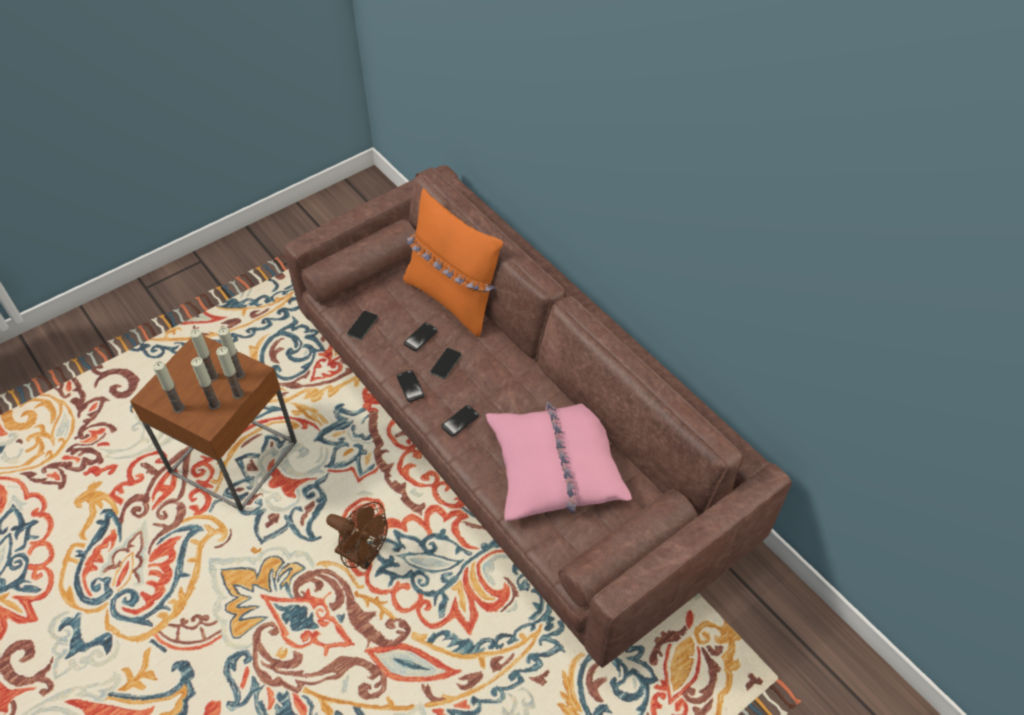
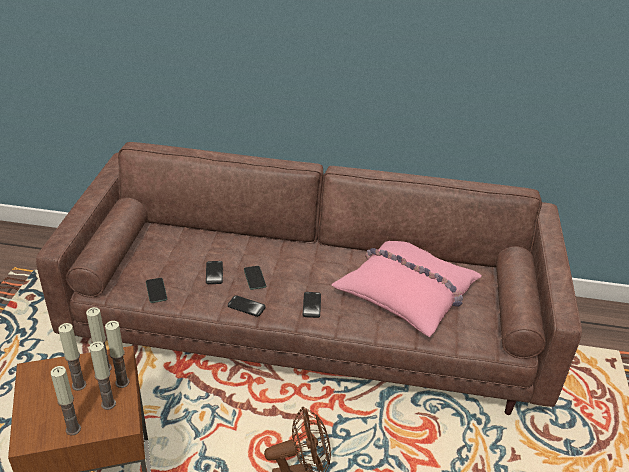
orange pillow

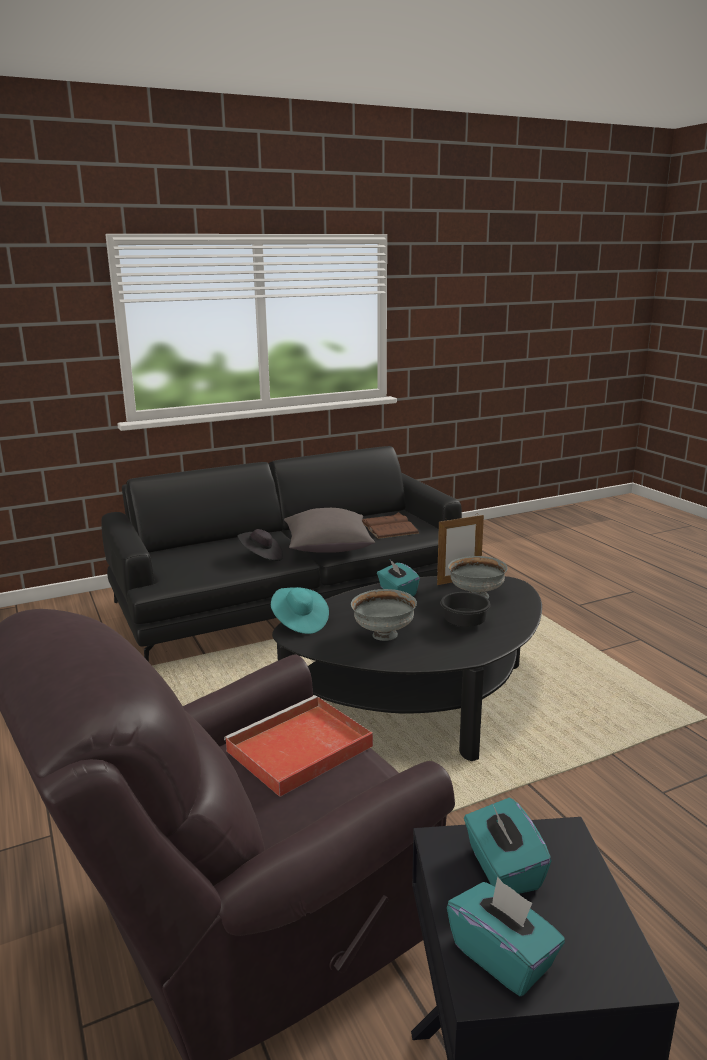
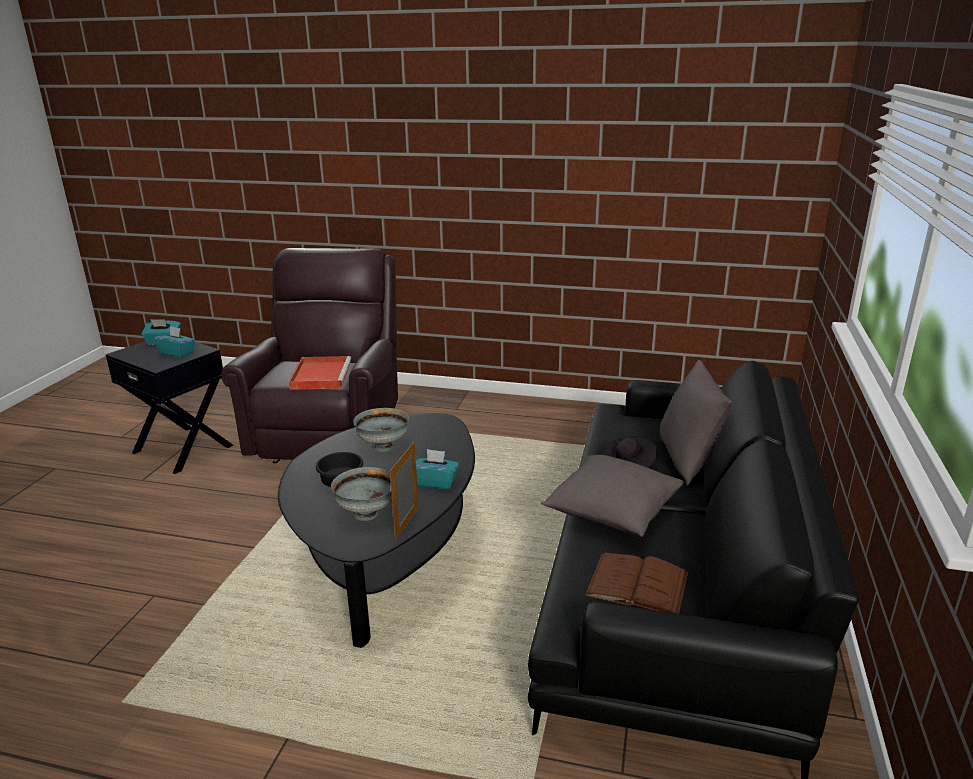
turquoise hat; grey pillow (no. 2 from left)

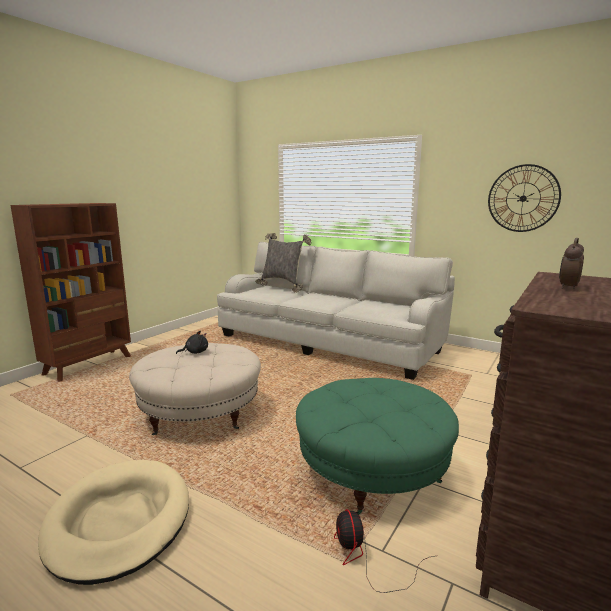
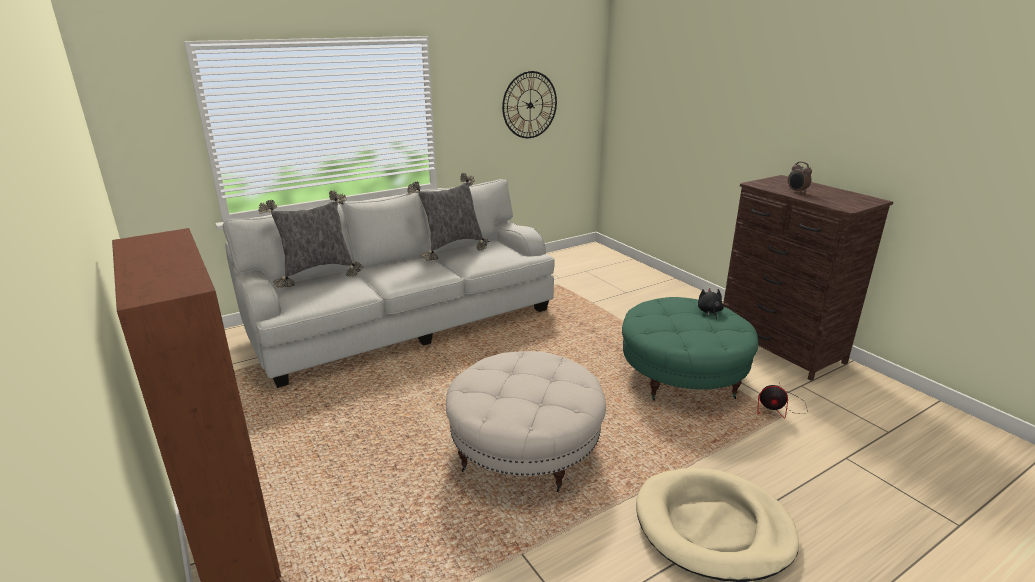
black plush toy; pillow (no. 2 from left)

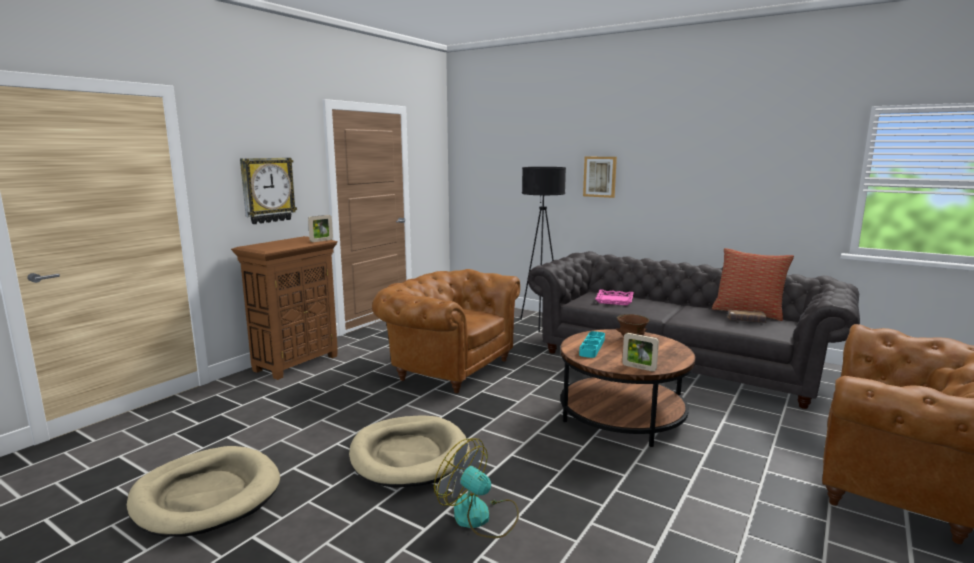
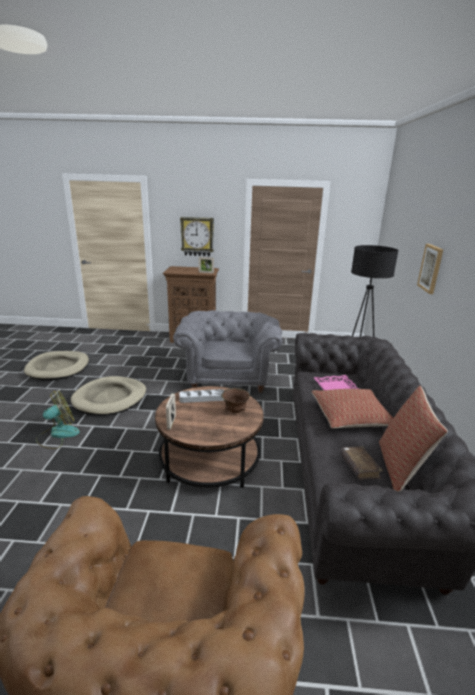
grey armchair; grey tray; fan; pillow (no. 1 from left)

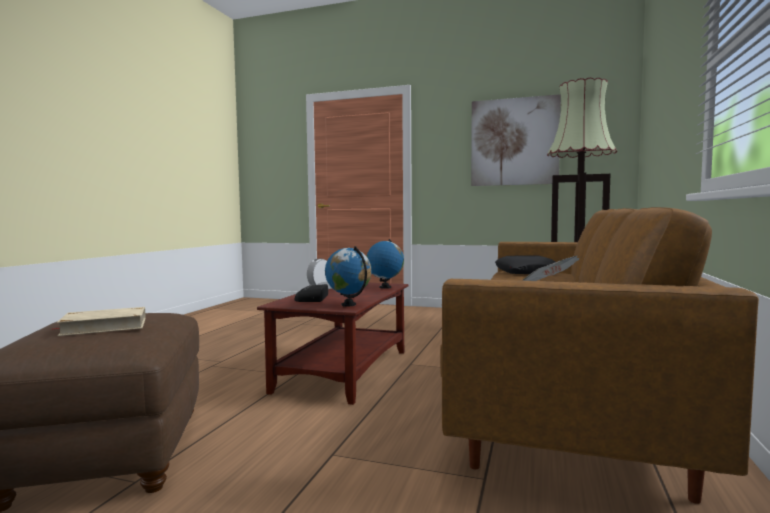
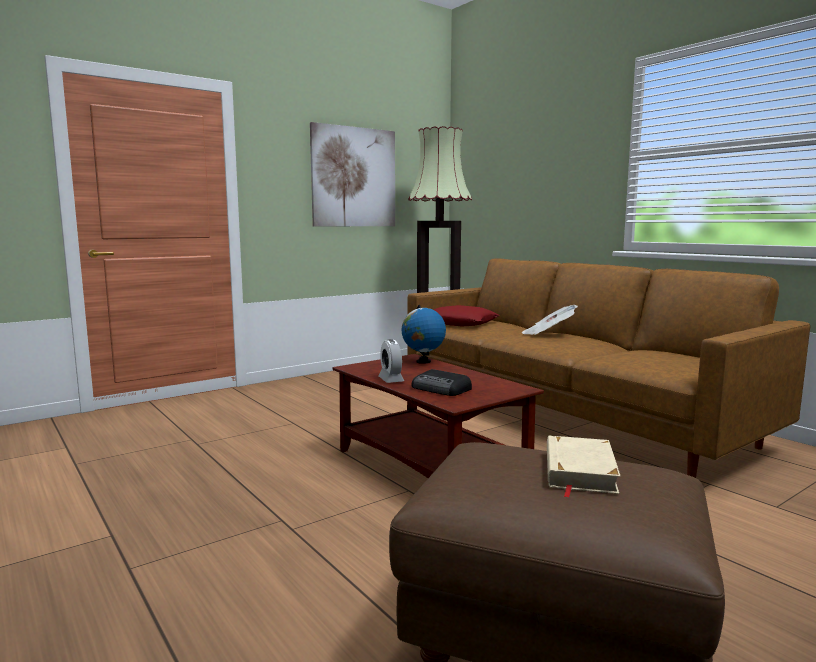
globe (no. 1 from left in the first image); red pillow

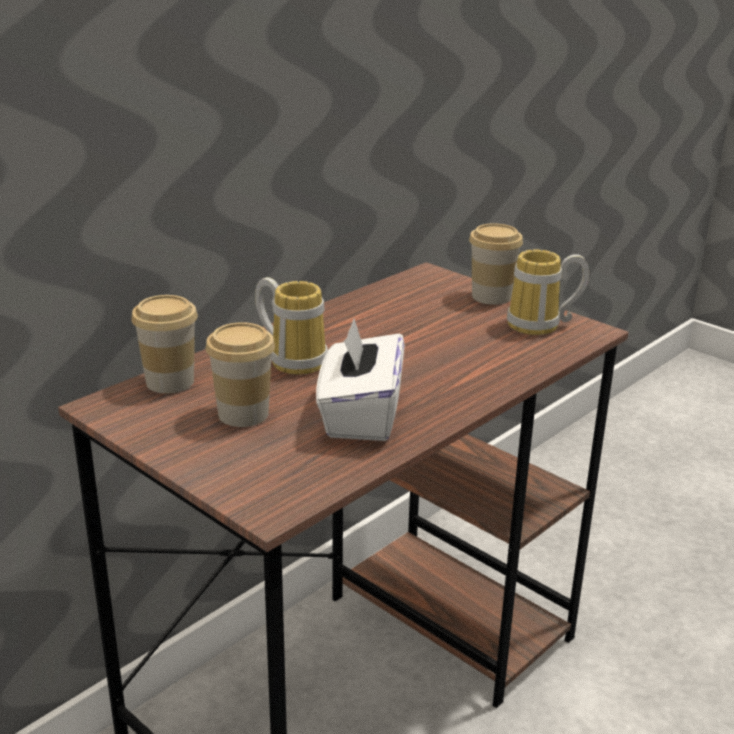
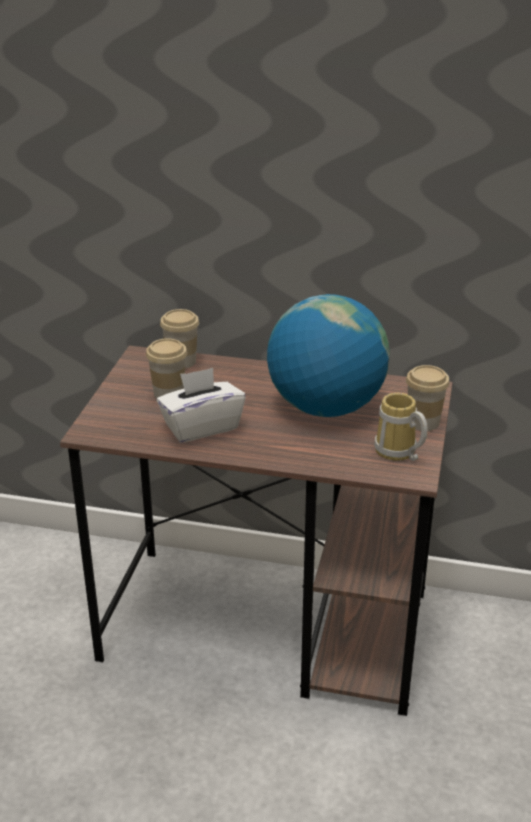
mug (no. 1 from left in the first image); globe

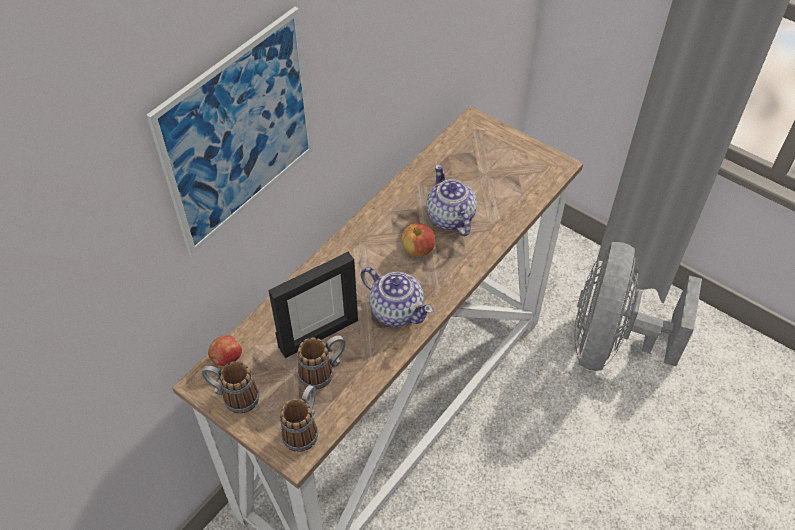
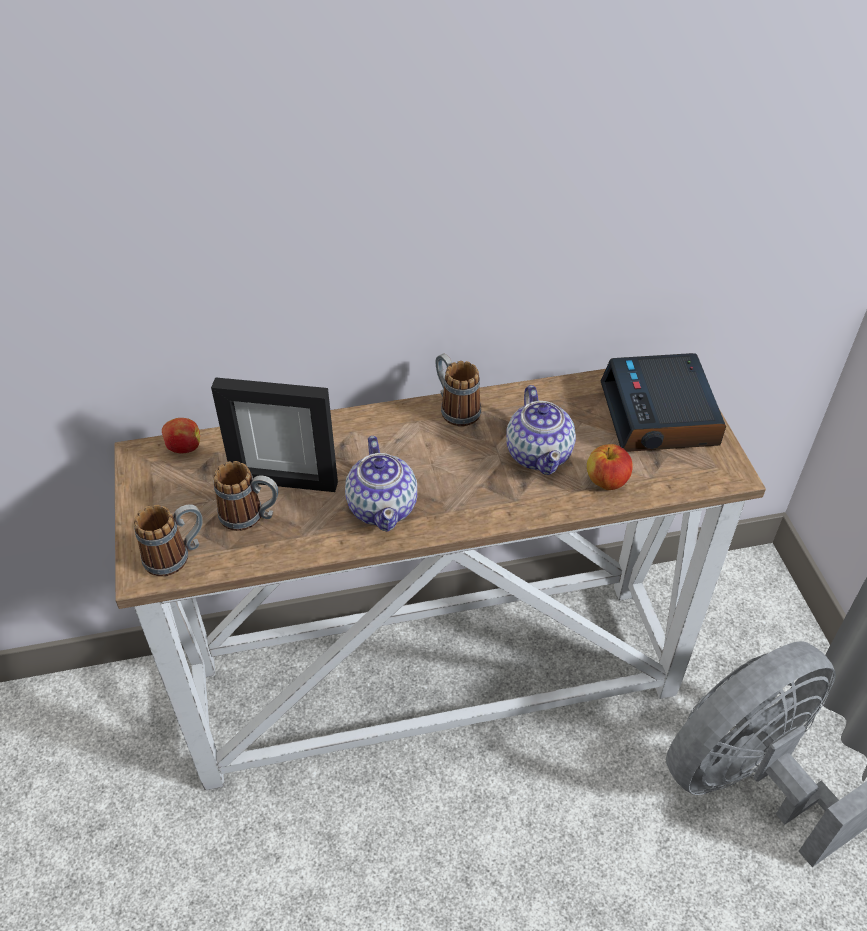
picture; teapot (no. 2 from left); apple (no. 2 from left); mug (no. 3 from left); alarm clock

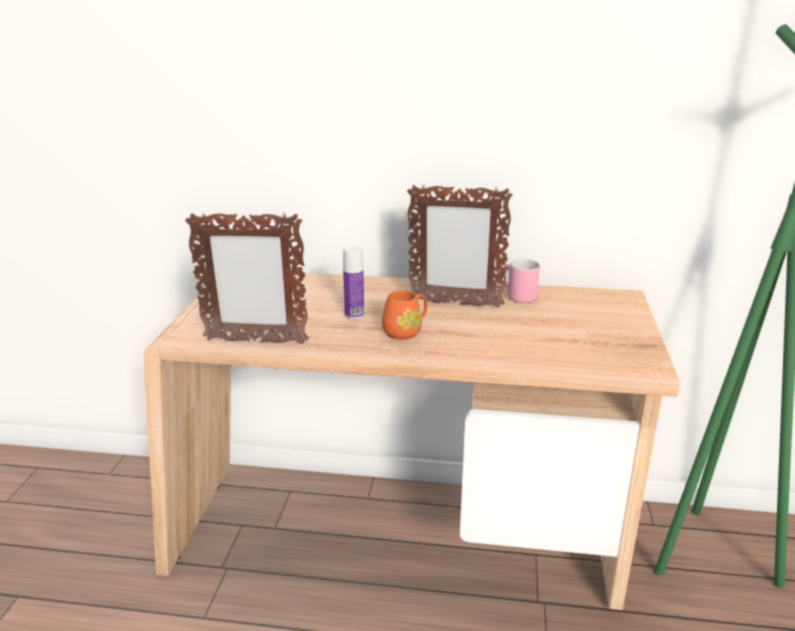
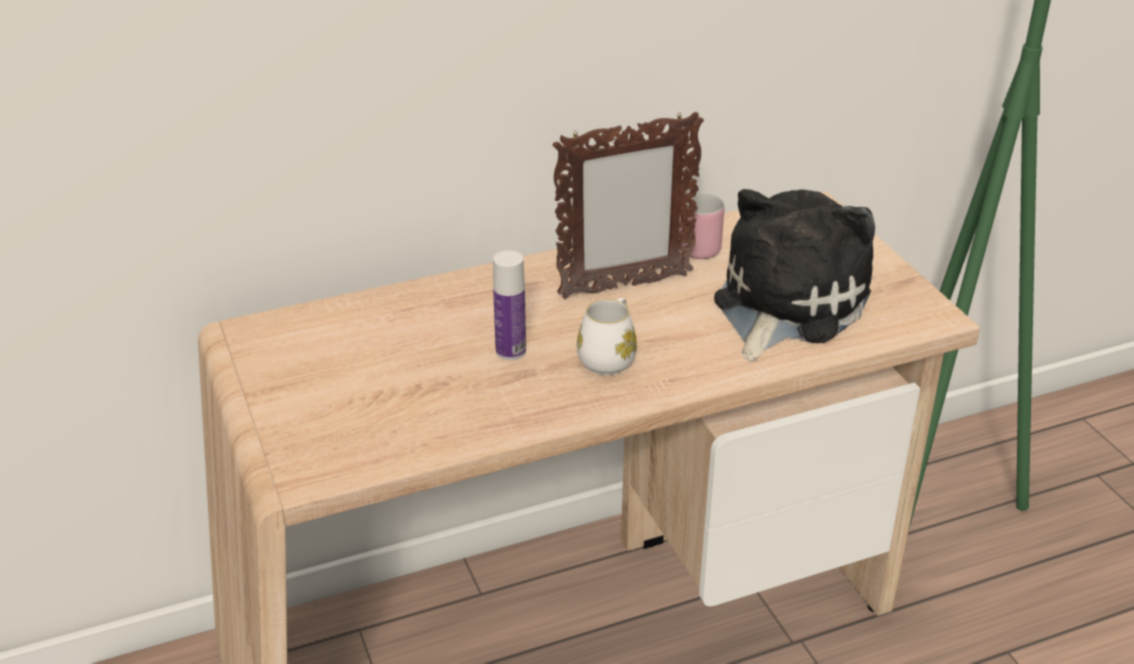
picture frame (no. 1 from left in the first image); white mug; plush toy

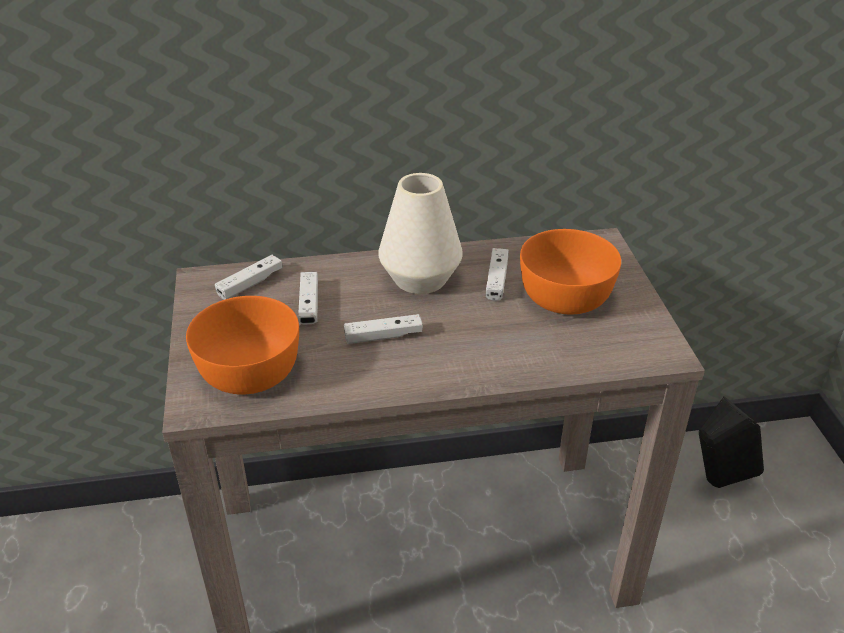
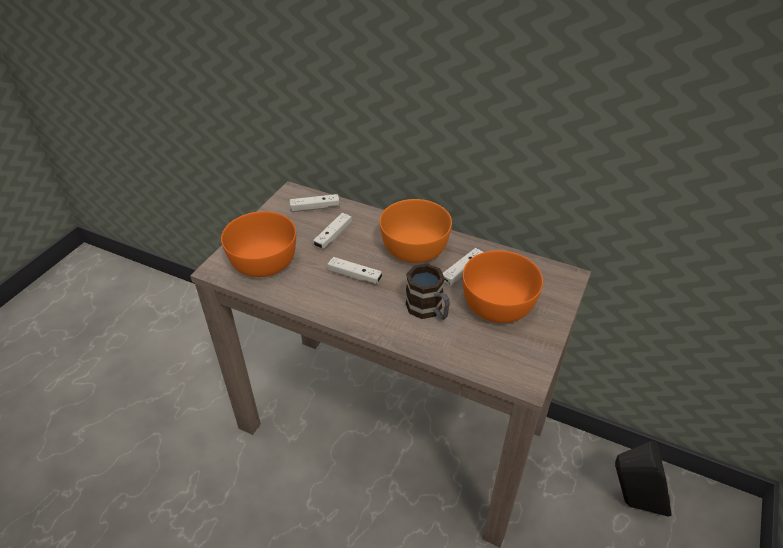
orange bowl (no. 2 from left); mug

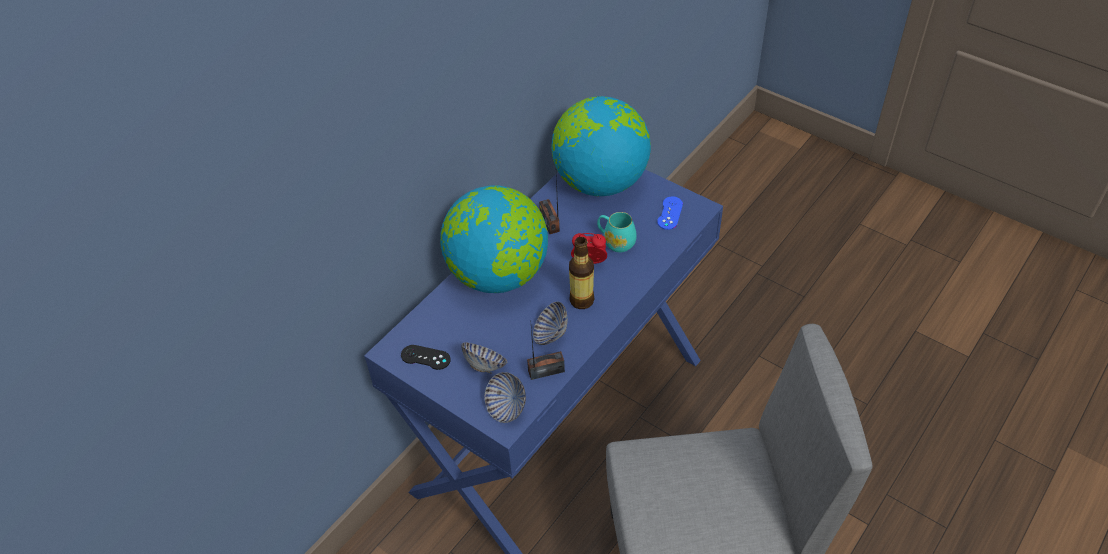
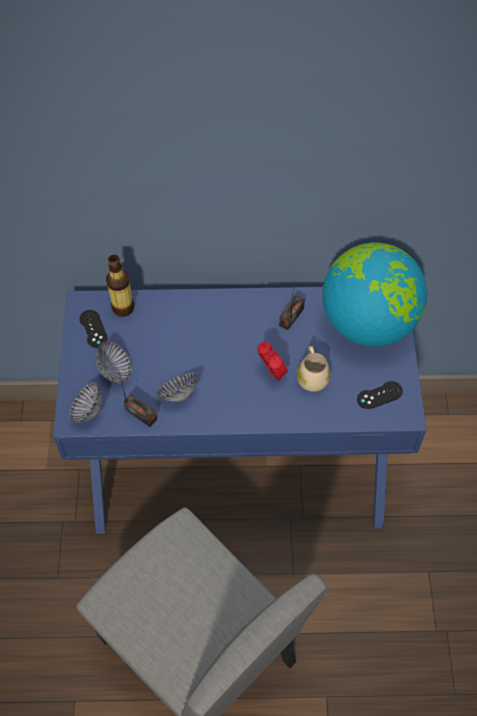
globe (no. 1 from left in the first image); black game controller (no. 2 from left); beige mug; bottle

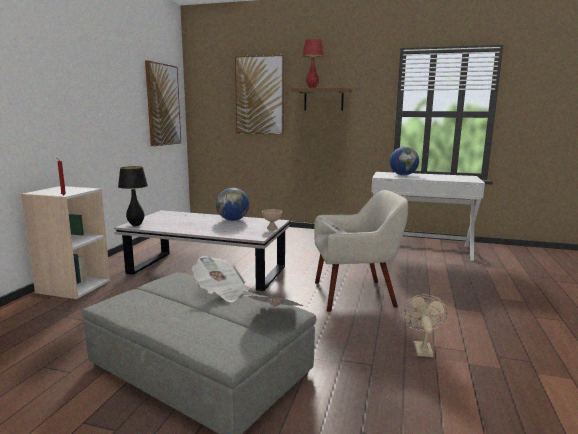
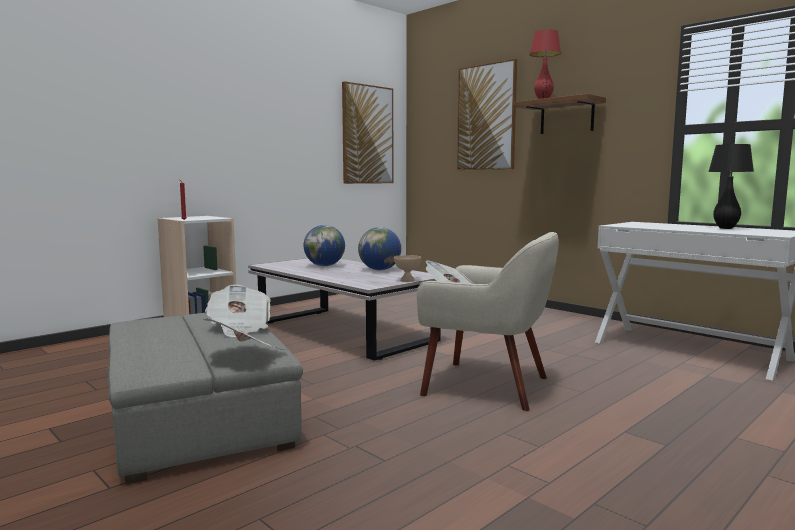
globe (no. 1 from left); black table lamp; beige fan

